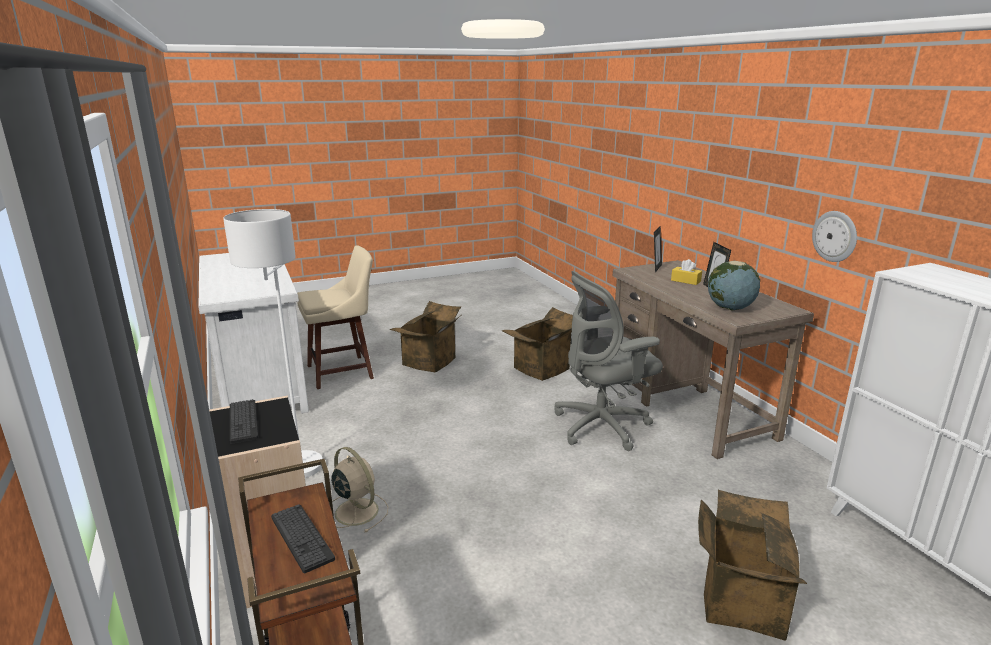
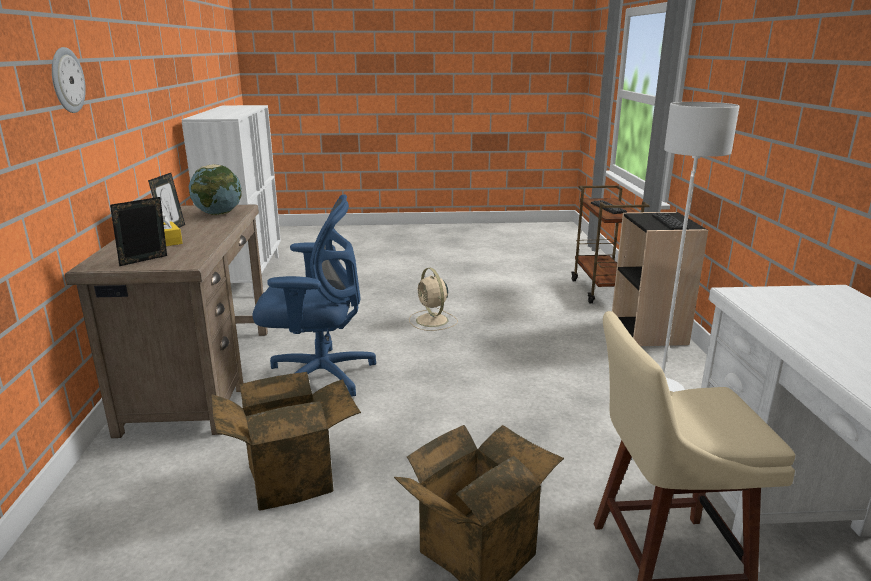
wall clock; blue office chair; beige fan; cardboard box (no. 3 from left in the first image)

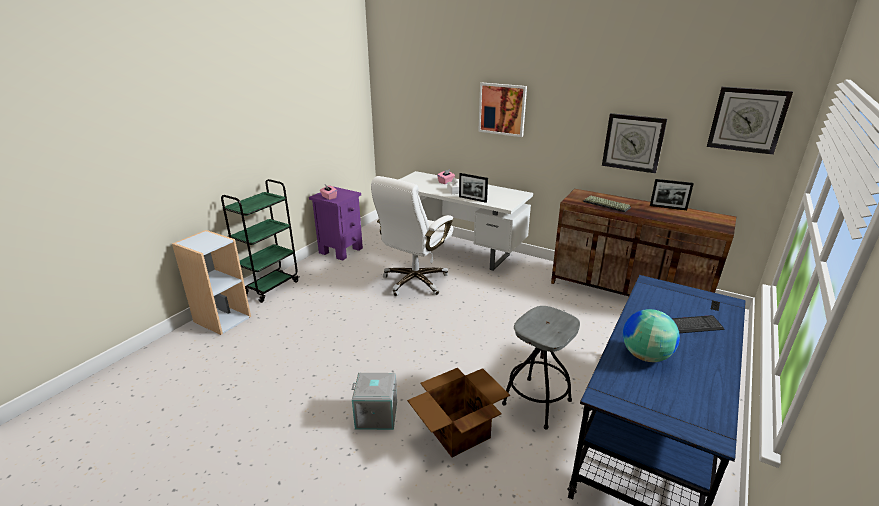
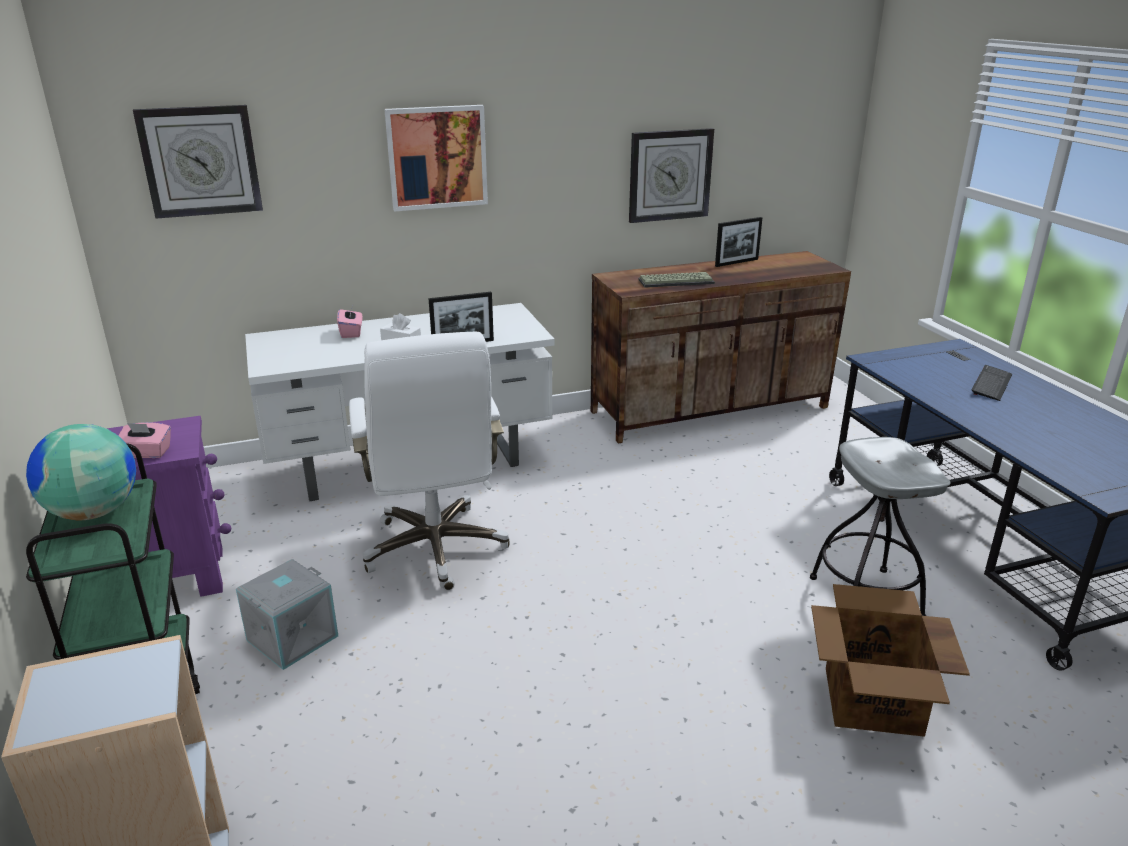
wall clock (no. 1 from left); globe; grey storage box

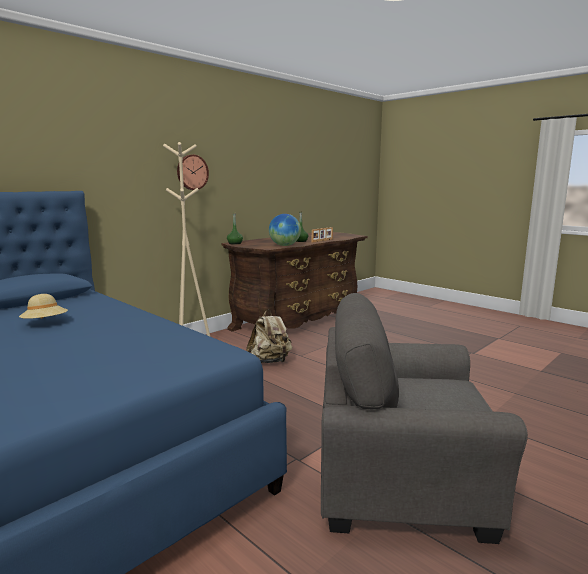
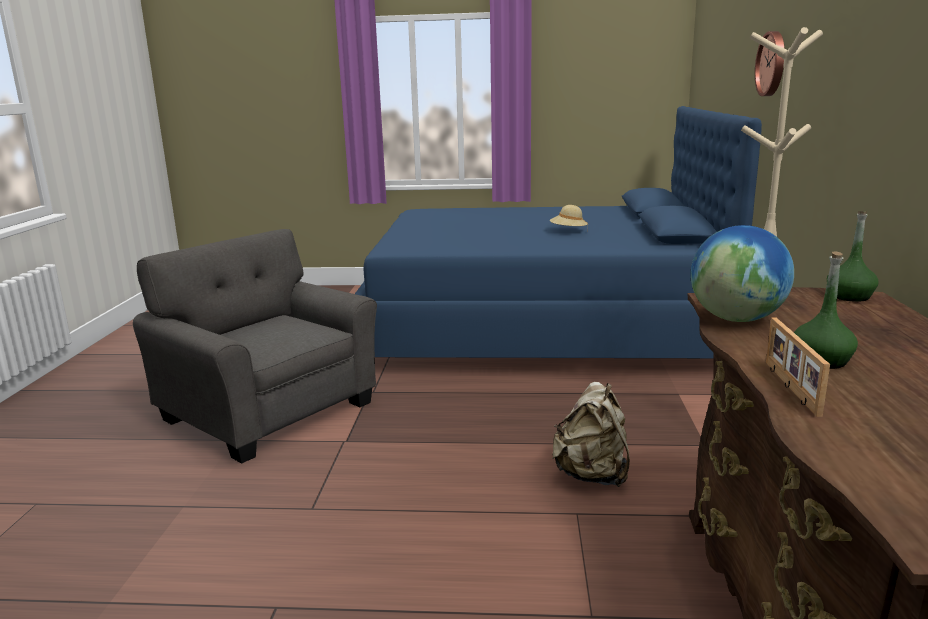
wall clock; grey armchair

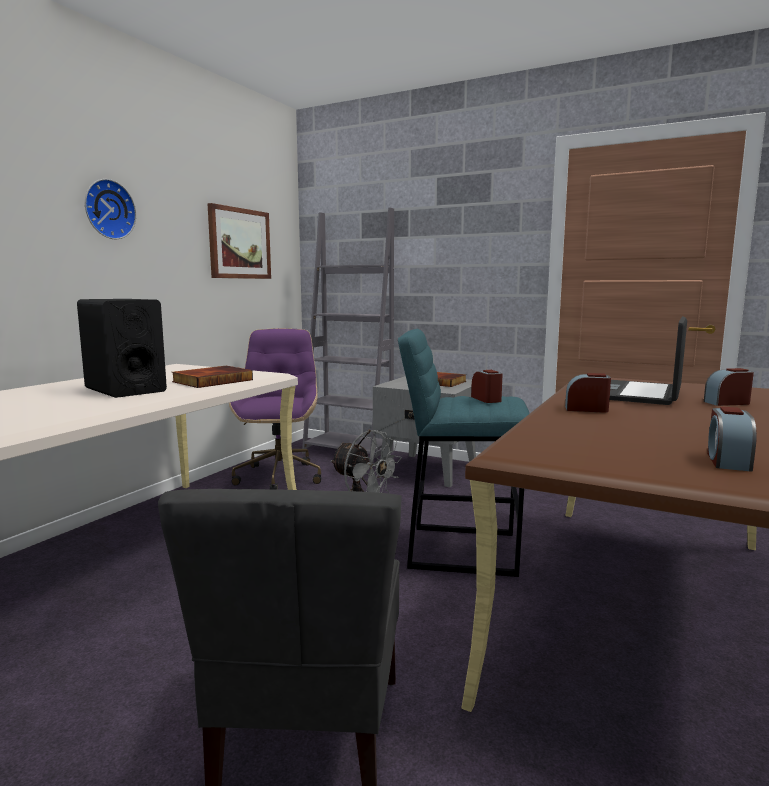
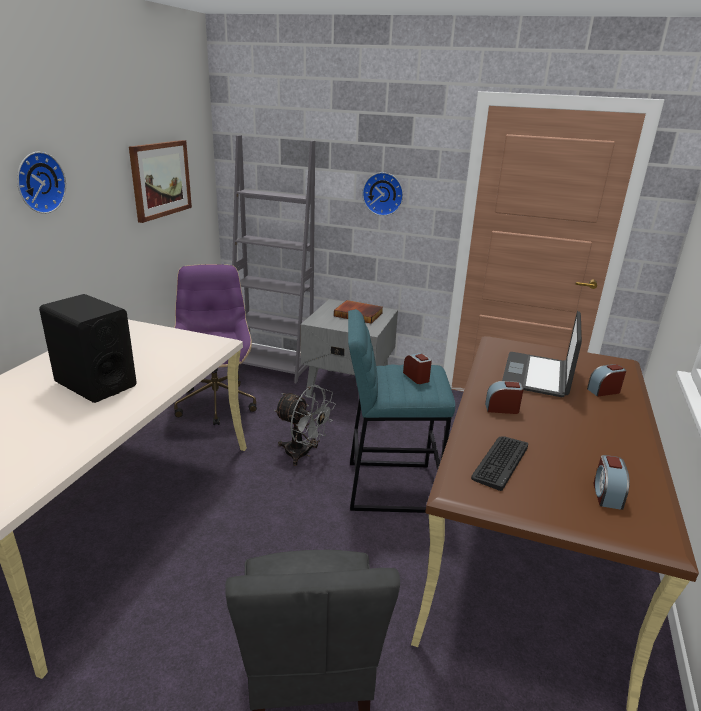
book (no. 1 from left in the first image); wall clock (no. 2 from left); keyboard

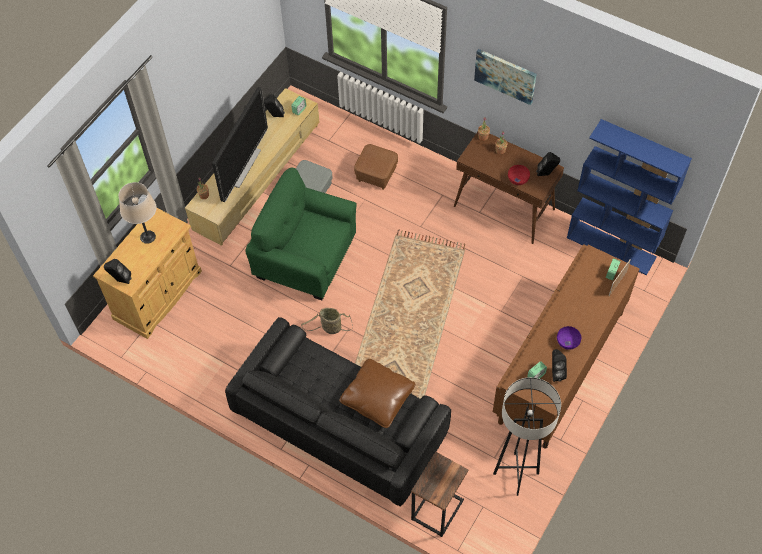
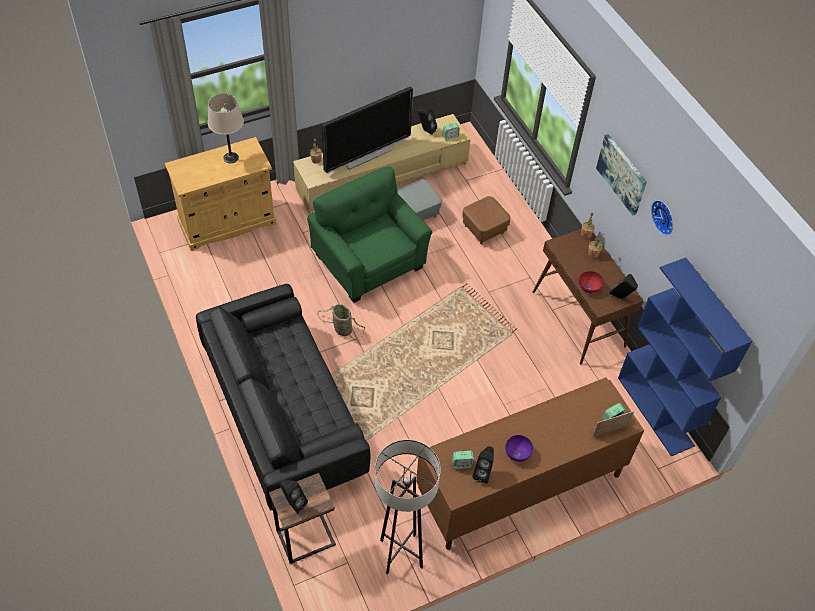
black speaker (no. 1 from left); brown pillow; wall clock

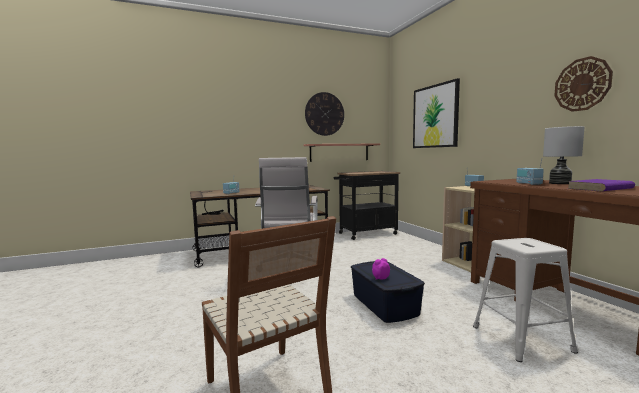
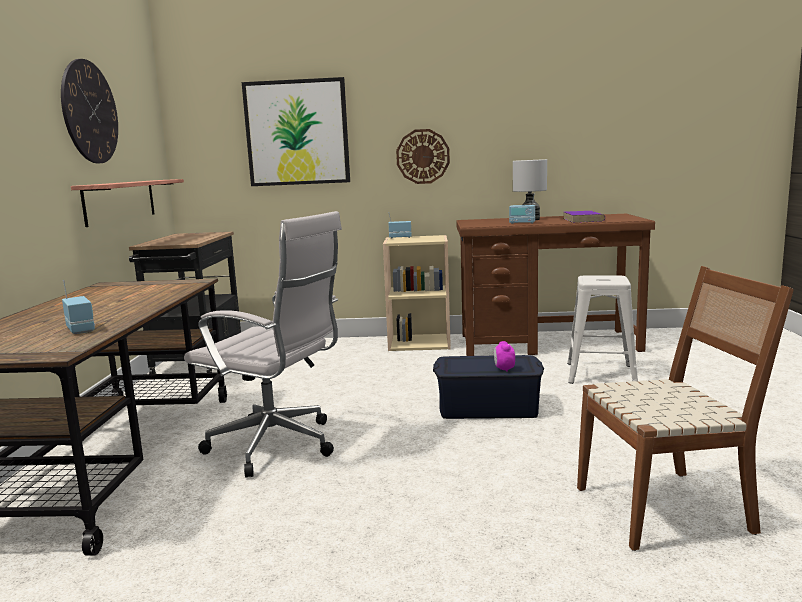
wall clock (no. 2 from left)

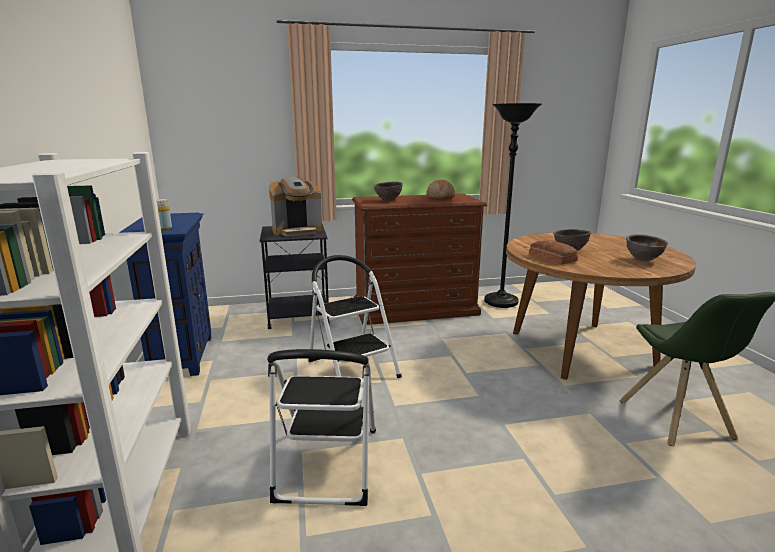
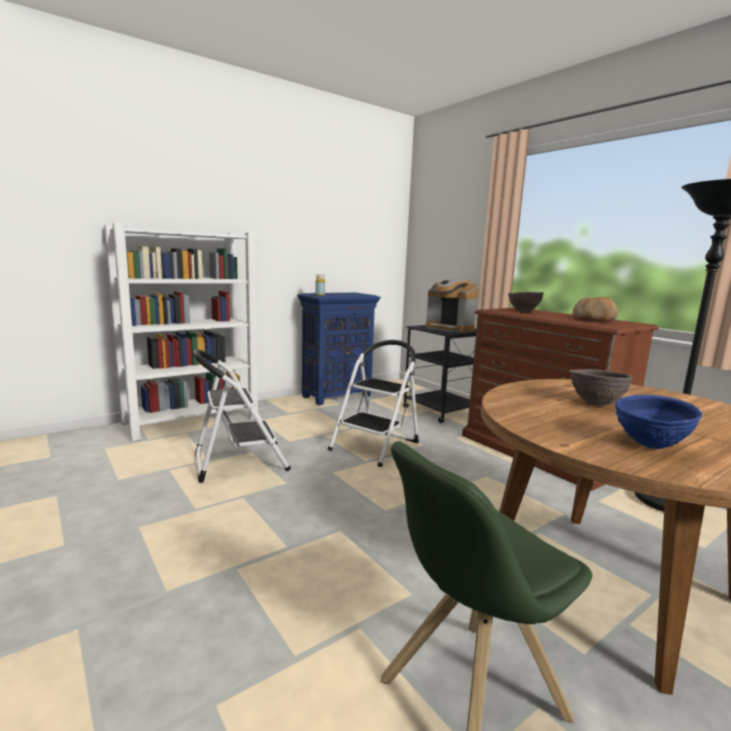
blue bowl; bread (no. 2 from left in the first image)

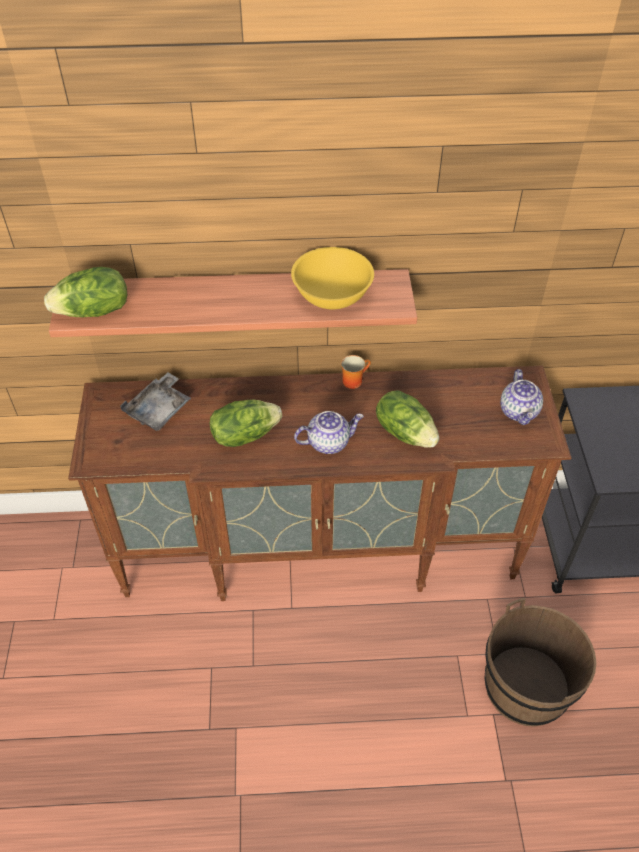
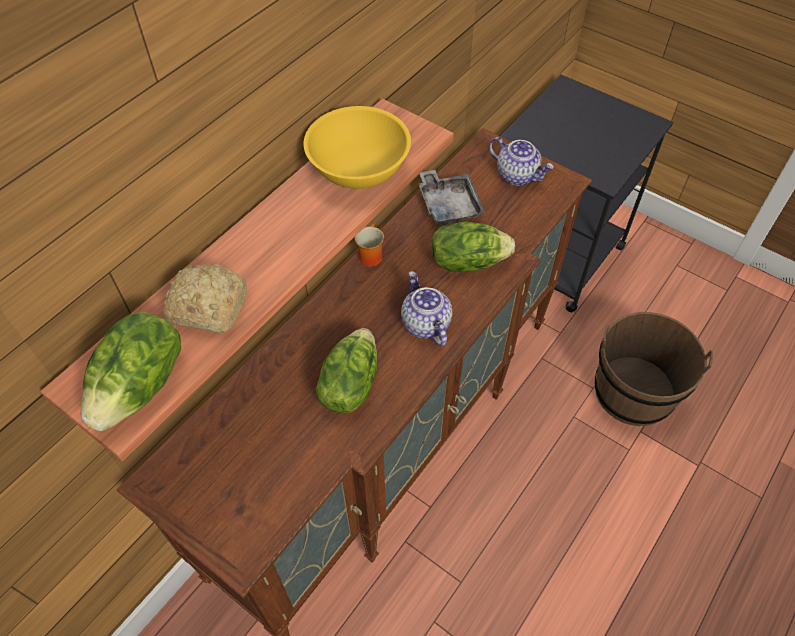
grey tray; teapot (no. 1 from left); bread

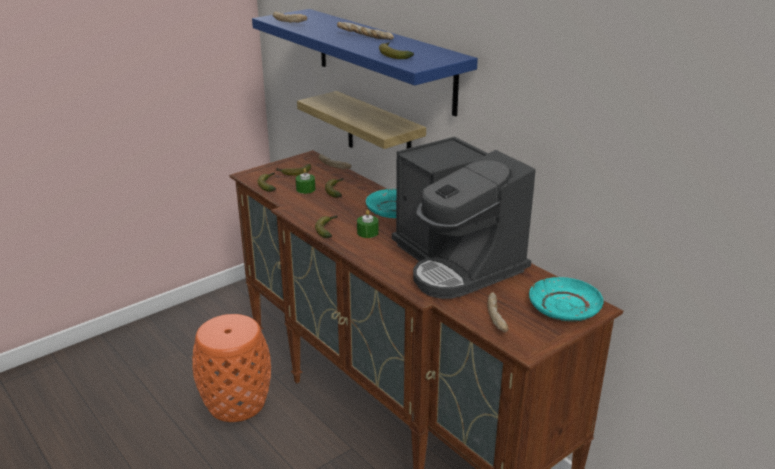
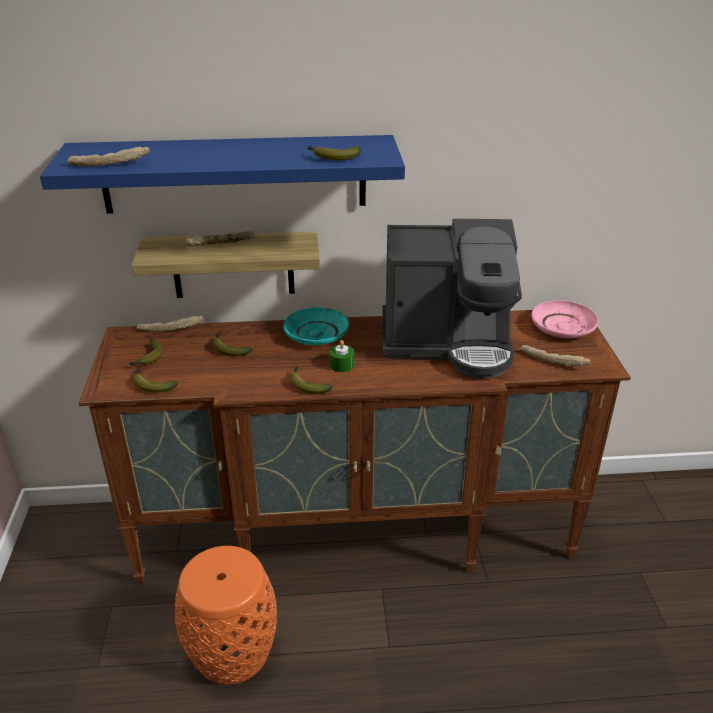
bread (no. 3 from left); green candle (no. 1 from left in the first image); pink plate

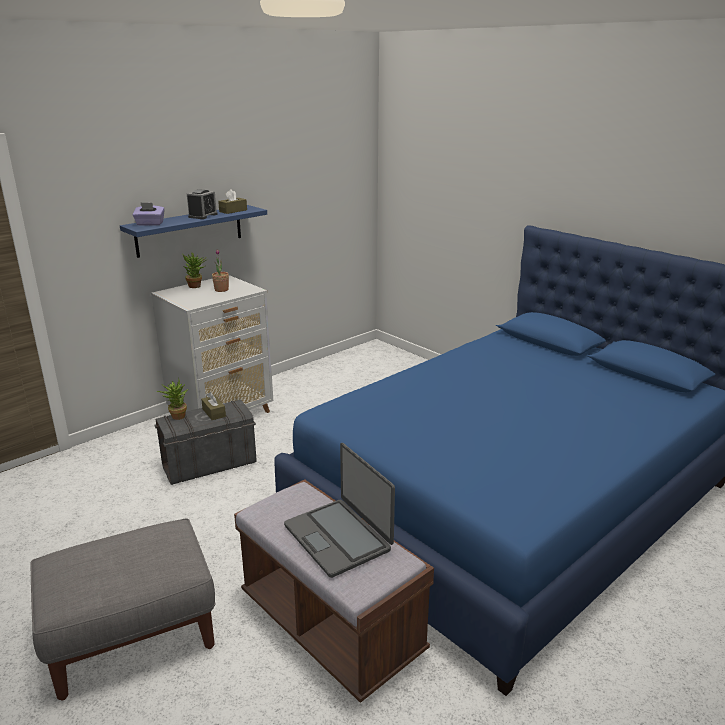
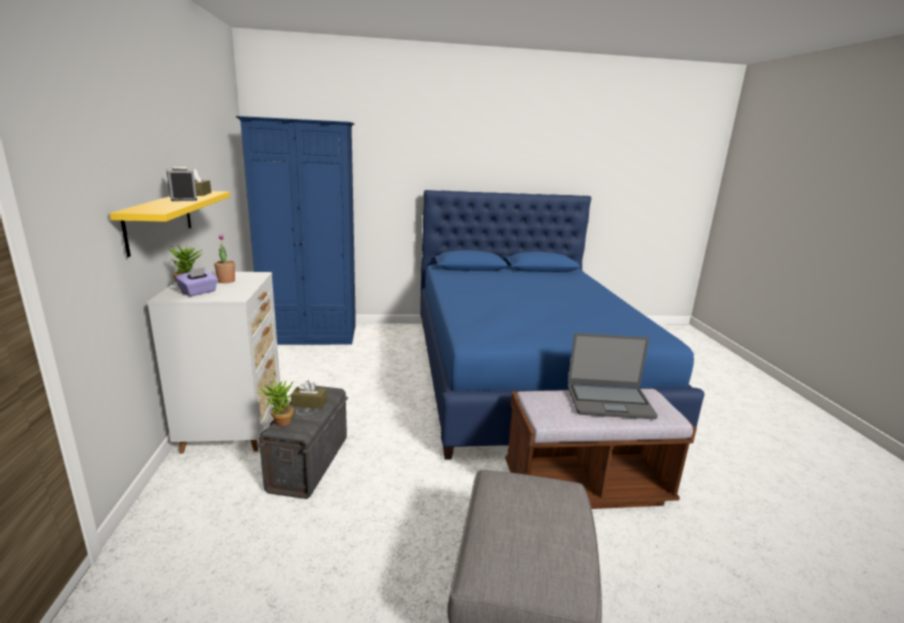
purple tissue box; yellow shelf; blue wardrobe

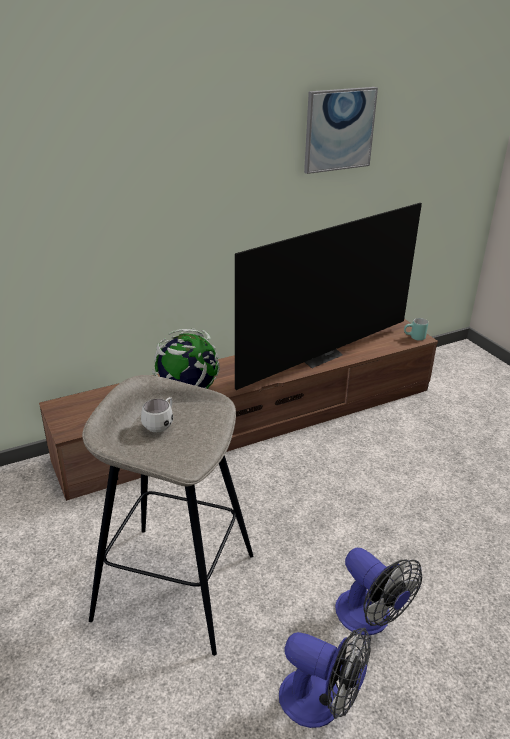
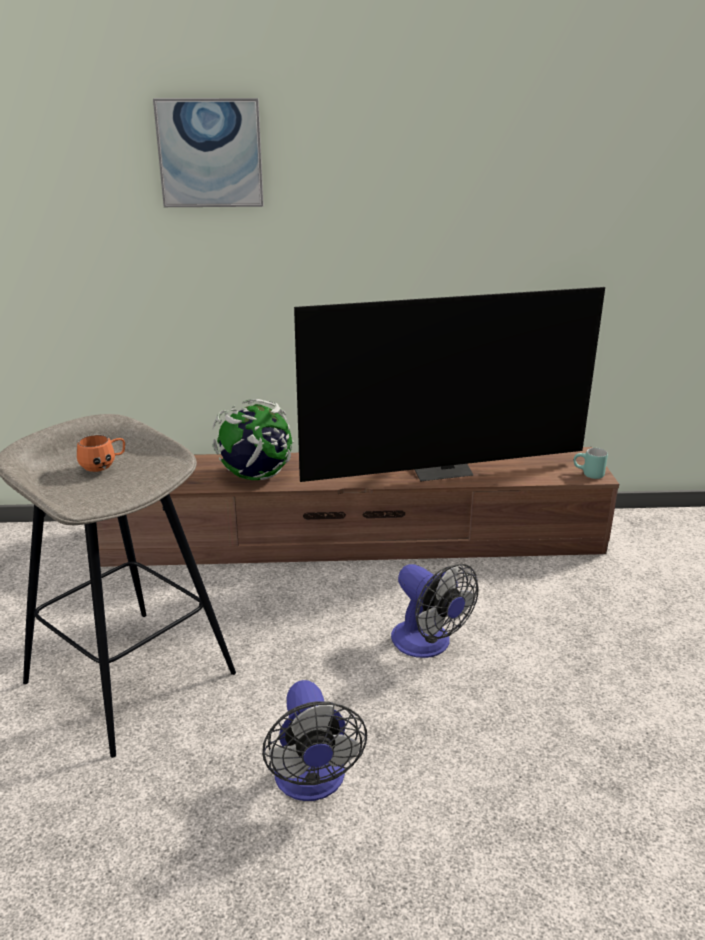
picture; orange mug; fan (no. 2 from left)

